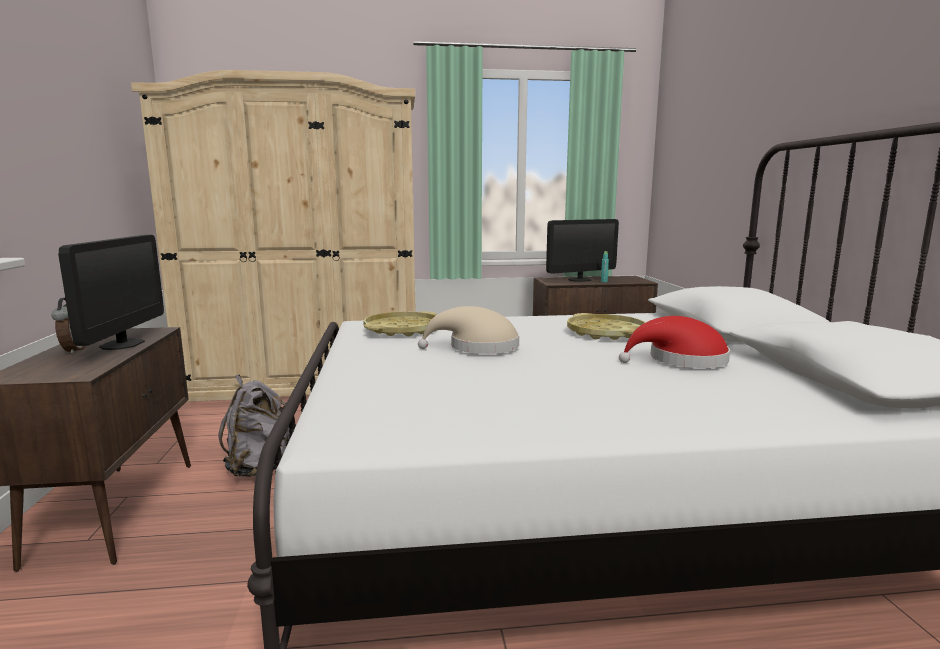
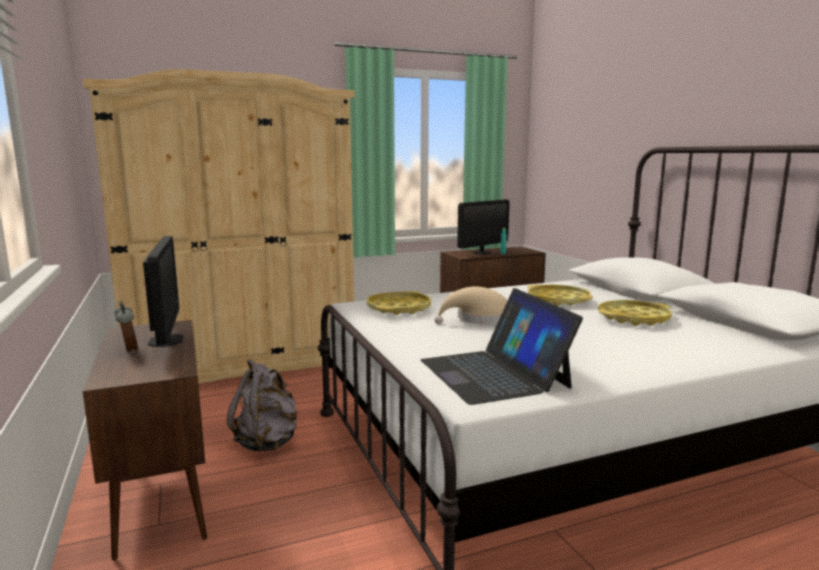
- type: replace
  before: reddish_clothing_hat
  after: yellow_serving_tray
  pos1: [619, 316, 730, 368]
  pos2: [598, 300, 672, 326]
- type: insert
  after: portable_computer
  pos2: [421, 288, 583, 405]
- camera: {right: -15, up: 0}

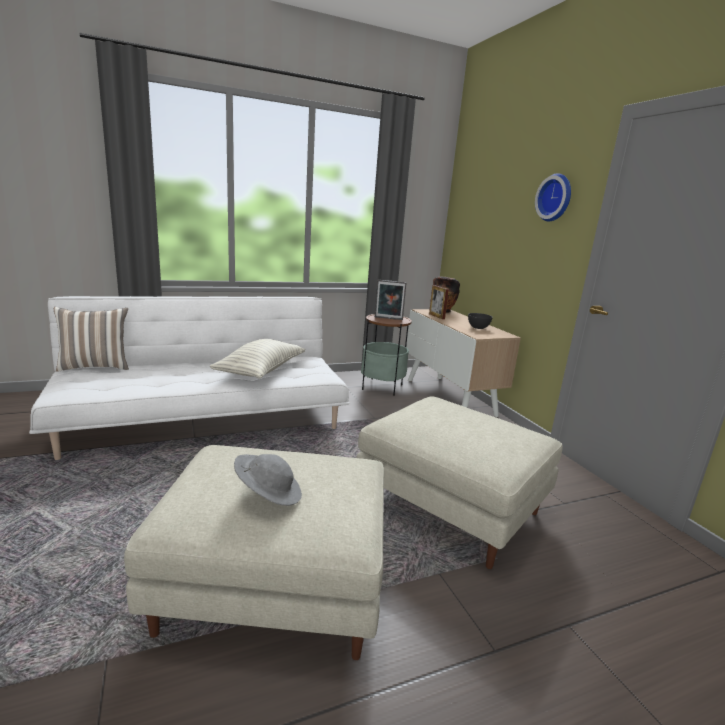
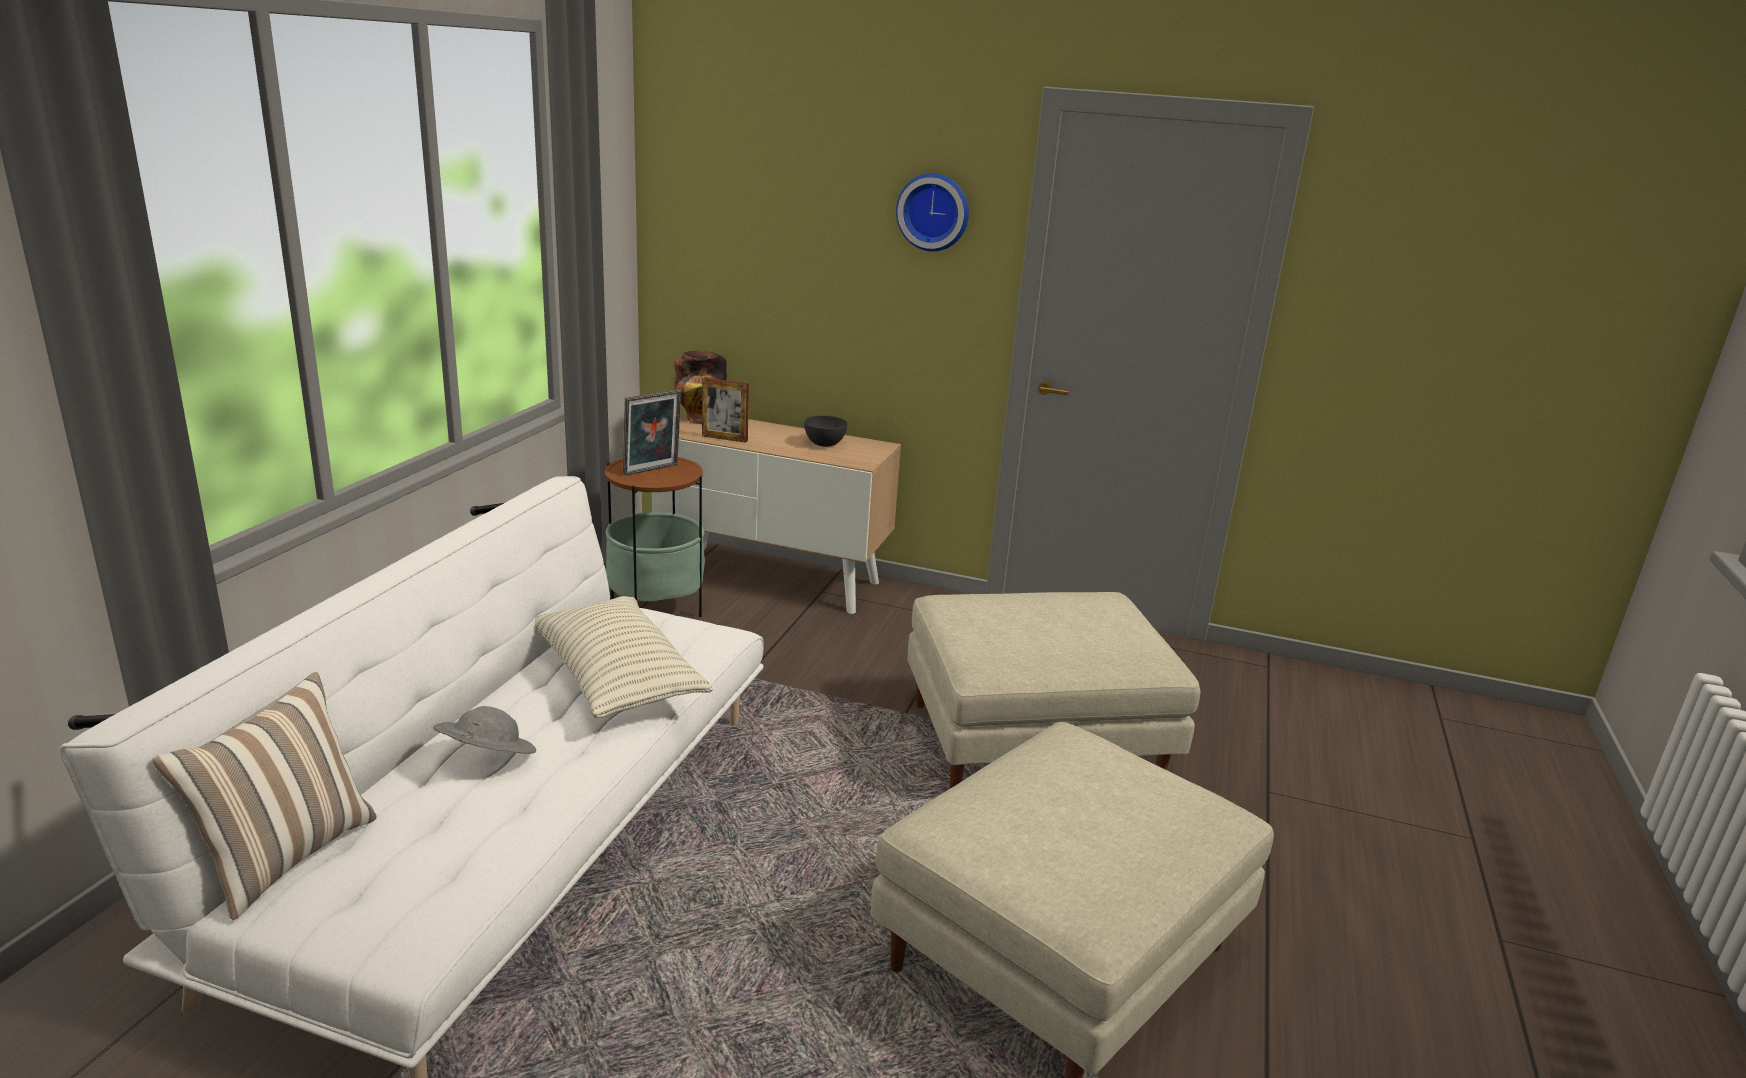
- type: move
  before: grey_clothing_hat
  pos1: [234, 454, 302, 506]
  pos2: [433, 706, 536, 754]
- camera: {right: -50, up: 5}

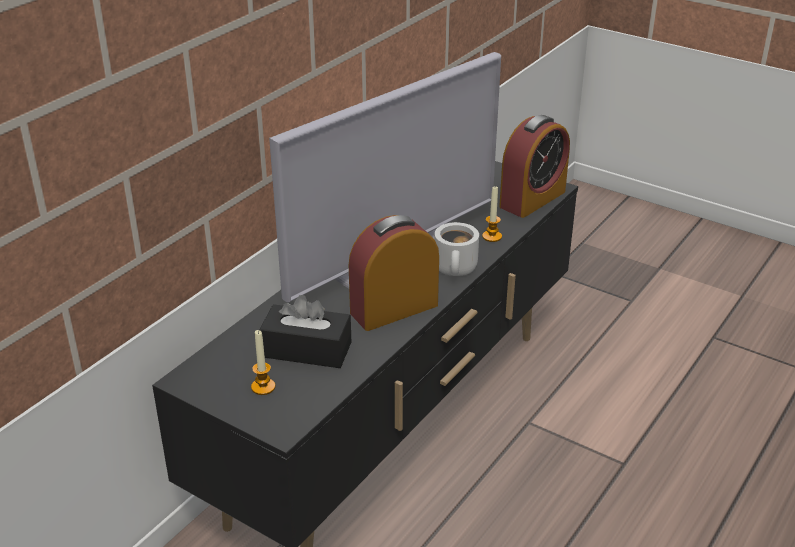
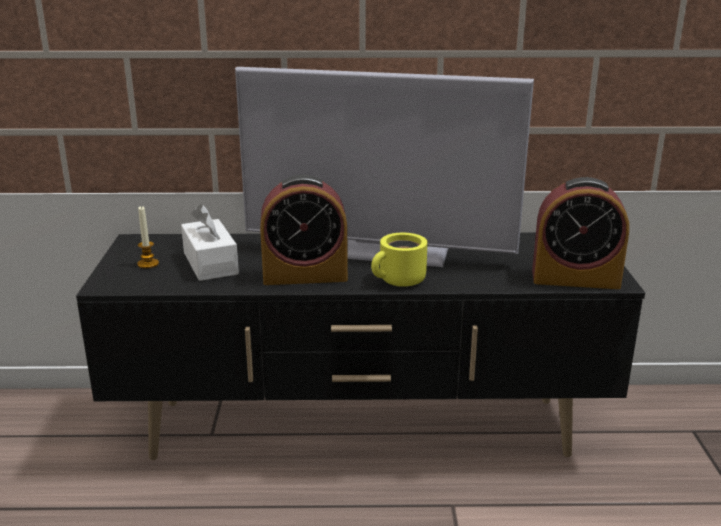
- type: recolor
  before: black_box_of_tissues
  after: white_box_of_tissues
  pos1: [259, 295, 351, 368]
  pos2: [181, 204, 239, 281]
- type: rotate
  before: bedside_clock
  pos1: [349, 215, 439, 331]
  pos2: [260, 175, 348, 285]
  turn: 150
- type: recolor
  before: white_mug
  after: yellow_mug
  pos1: [434, 222, 479, 276]
  pos2: [371, 233, 428, 287]
- type: delete
  before: wax_light
  pos1: [482, 186, 502, 242]
- camera: {right: 55, up: -10}

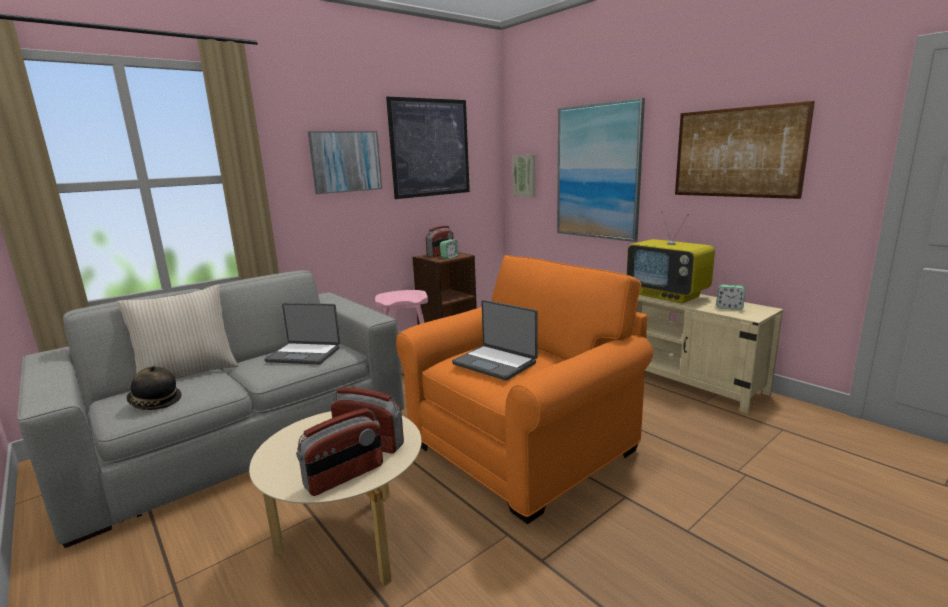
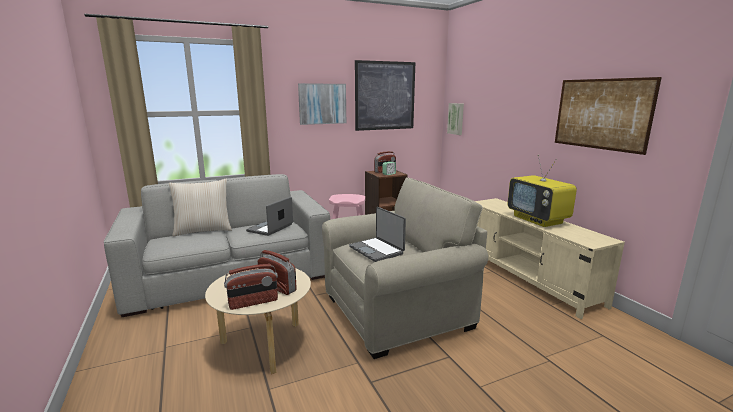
- type: delete
  before: clothing_hat
  pos1: [126, 366, 182, 410]
- type: rotate
  before: portable_computer
  pos1: [264, 303, 340, 364]
  pos2: [246, 197, 293, 236]
  turn: 90
- type: recolor
  before: orange-coloured_easy_chair
  after: sand-coloured_easy_chair
  pos1: [396, 255, 653, 524]
  pos2: [322, 177, 489, 359]
- type: delete
  before: wall_art
  pos1: [557, 98, 645, 242]
- type: delete
  before: bedside_clock
  pos1: [716, 285, 745, 310]
- camera: {right: 15, up: 0}

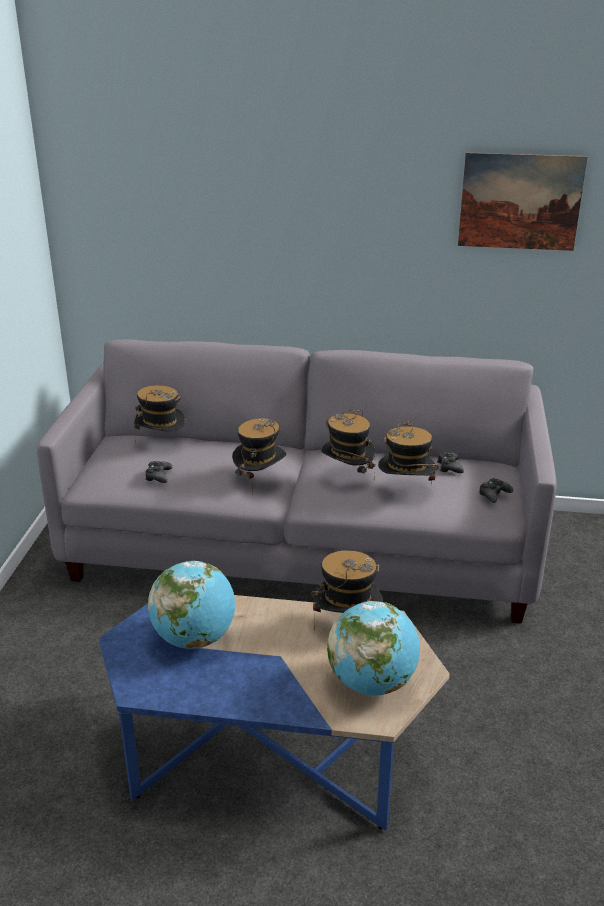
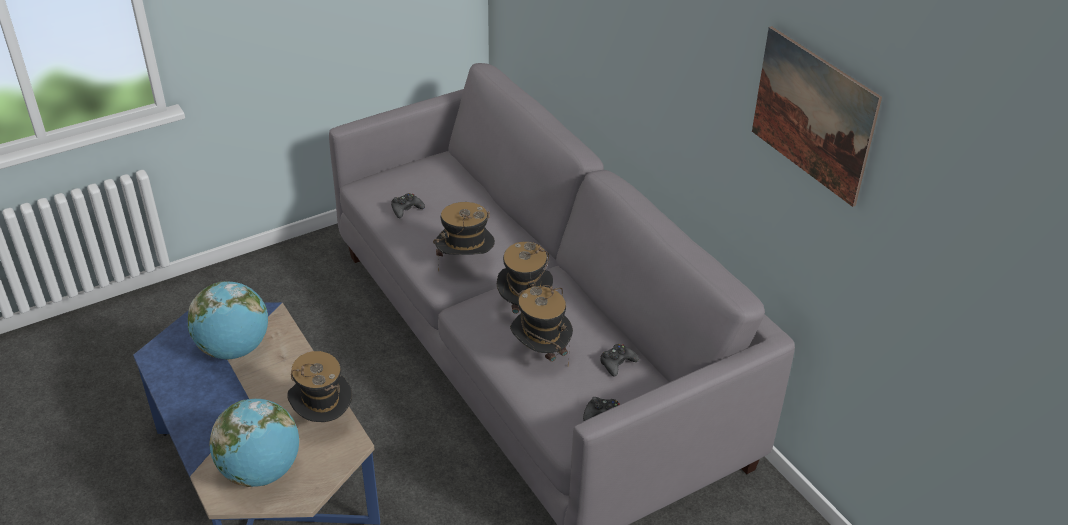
- type: delete
  before: clothing_hat
  pos1: [134, 385, 185, 443]
- camera: {right: 50, up: 10}

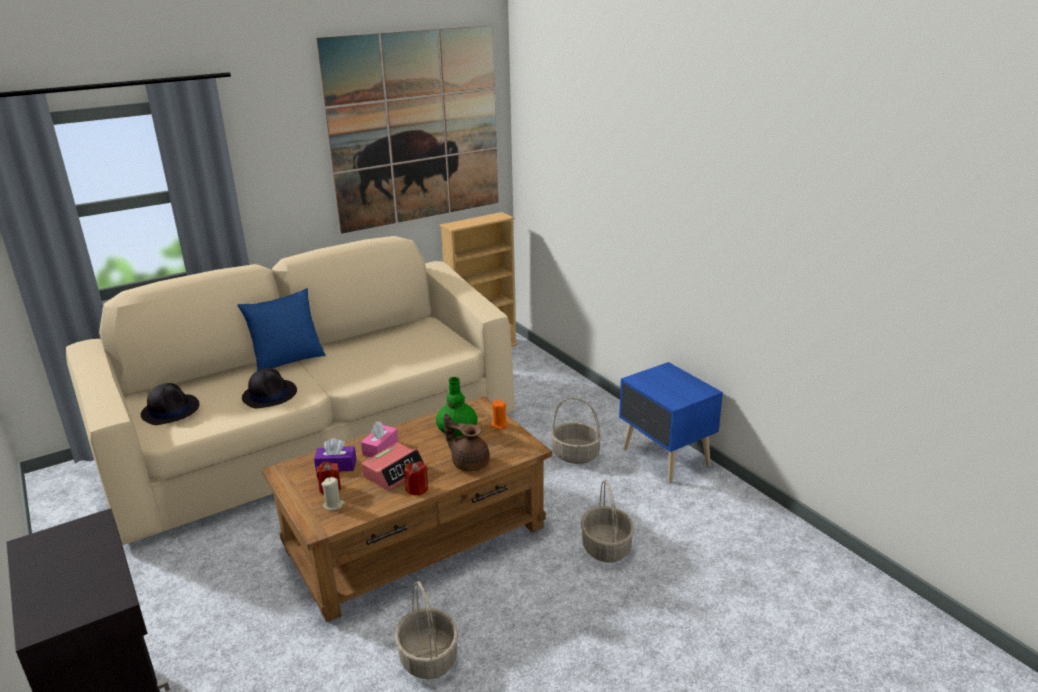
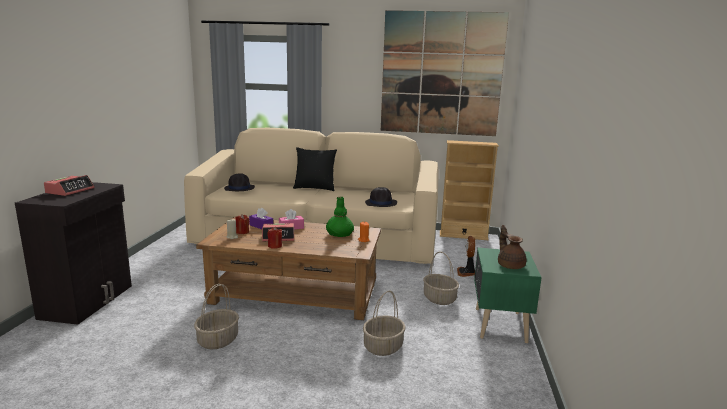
- type: recolor
  before: bluish_cushion
  after: black_cushion
  pos1: [237, 288, 325, 372]
  pos2: [293, 147, 337, 191]
- type: move
  before: black_clothing_hat
  pos1: [242, 368, 297, 408]
  pos2: [365, 187, 397, 207]
- type: move
  before: brownish_tea_pot
  pos1: [444, 414, 490, 472]
  pos2: [498, 225, 526, 269]
- type: recolor
  before: bluish_night_table
  after: green_night_table
  pos1: [619, 362, 723, 483]
  pos2: [474, 248, 542, 343]
- type: insert
  after: bedside_clock
  pos2: [44, 175, 94, 196]
- type: insert
  after: fan
  pos2: [457, 236, 475, 277]
- camera: {right: 40, up: -10}

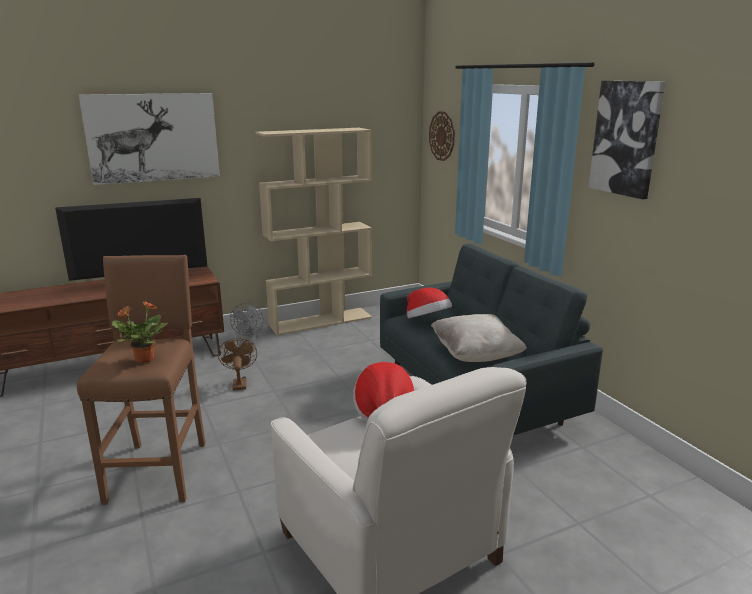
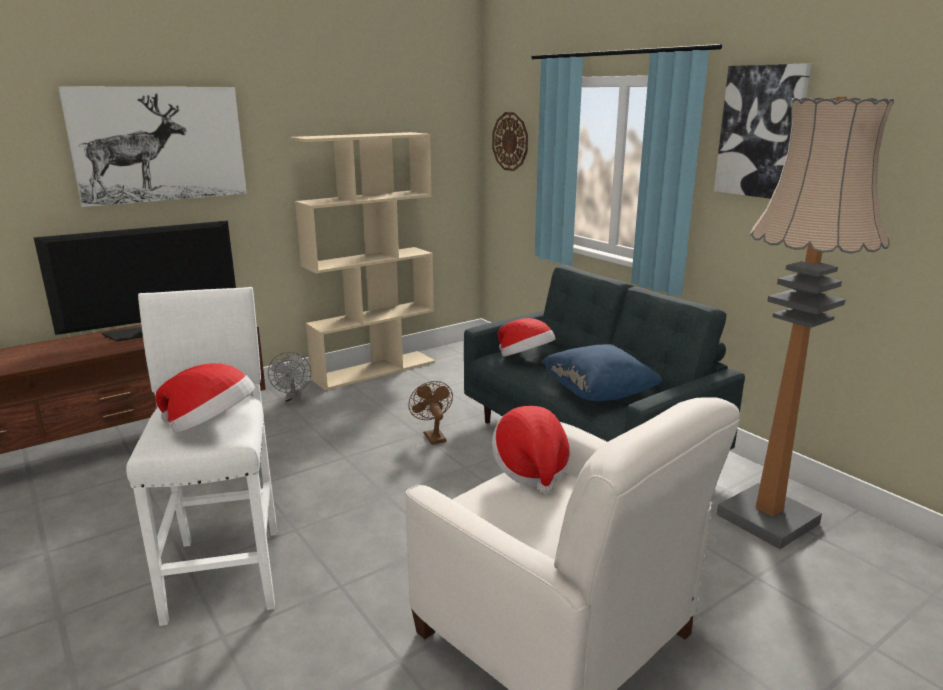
- type: recolor
  before: brownish_stool
  after: white_stool
  pos1: [77, 255, 205, 505]
  pos2: [126, 287, 277, 626]
- type: replace
  before: houseplant
  after: clothing_hat
  pos1: [112, 301, 168, 363]
  pos2: [155, 363, 255, 433]
- type: move
  before: brownish_fan
  pos1: [218, 338, 257, 391]
  pos2: [408, 381, 453, 445]
- type: recolor
  before: sand-coloured_cushion
  after: bluish_cushion
  pos1: [431, 314, 527, 362]
  pos2: [541, 344, 663, 401]
- type: insert
  after: standing_lamp
  pos2: [717, 97, 894, 549]
- camera: {right: -10, up: 0}

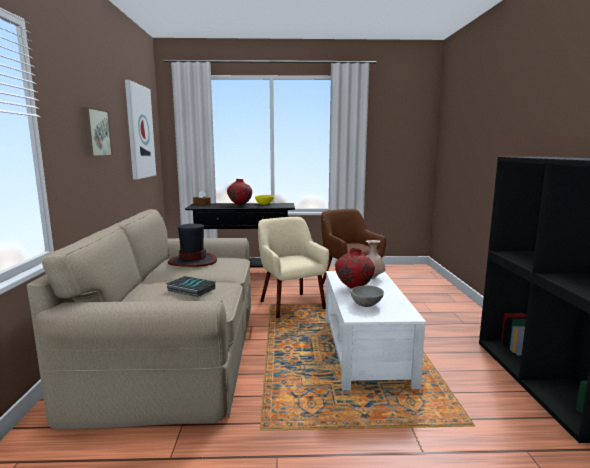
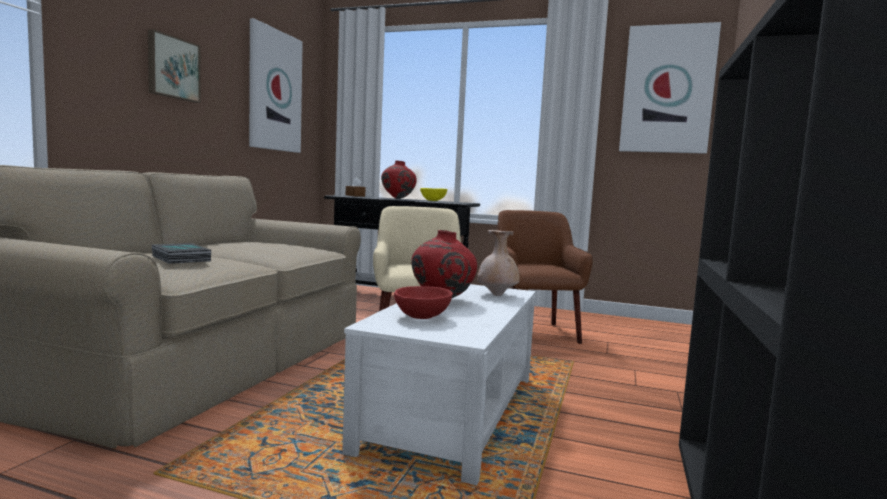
- type: delete
  before: clothing_hat
  pos1: [168, 224, 217, 267]
- type: recolor
  before: grey_deep_dish
  after: reddish_deep_dish
  pos1: [351, 285, 384, 307]
  pos2: [394, 286, 453, 319]
- type: insert
  after: wall_art
  pos2: [619, 22, 721, 154]
- camera: {right: 20, up: -5}

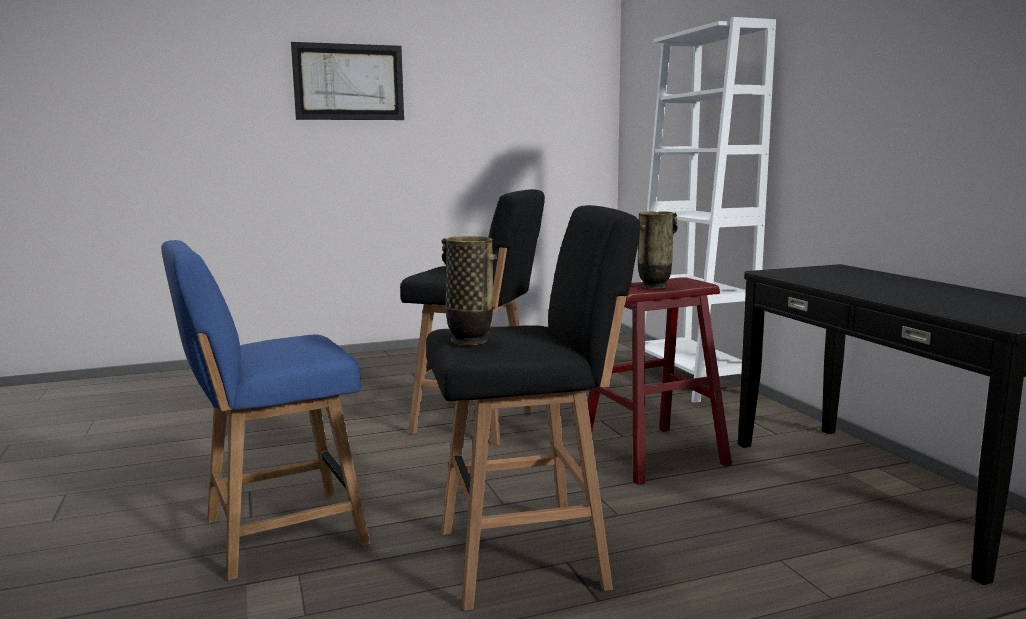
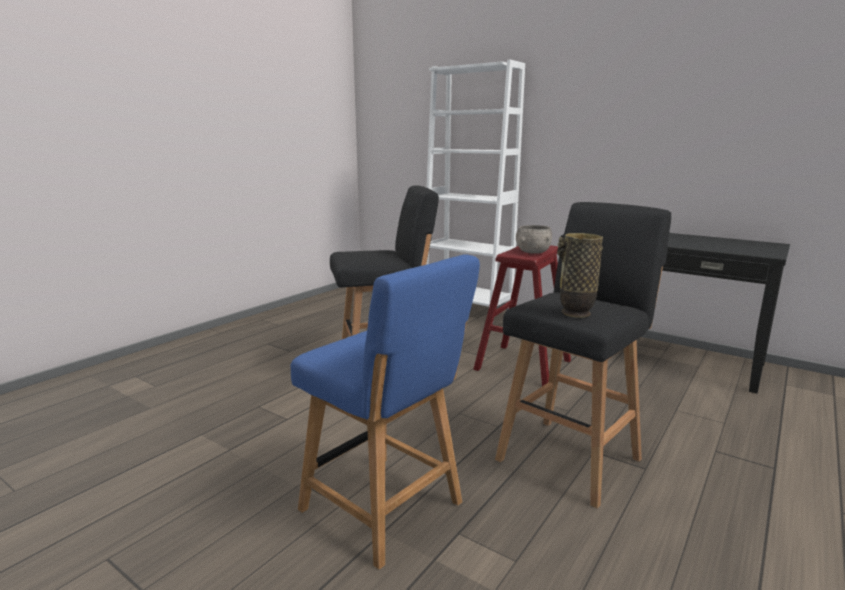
- type: rotate
  before: bluish_plain_chair
  pos1: [161, 240, 370, 581]
  pos2: [291, 254, 480, 570]
  turn: -75
- type: delete
  before: wall_art
  pos1: [291, 42, 404, 120]
- type: replace
  before: decorative_vase
  after: grey_deep_dish
  pos1: [638, 211, 678, 289]
  pos2: [516, 225, 552, 254]
- camera: {right: -35, up: 5}

